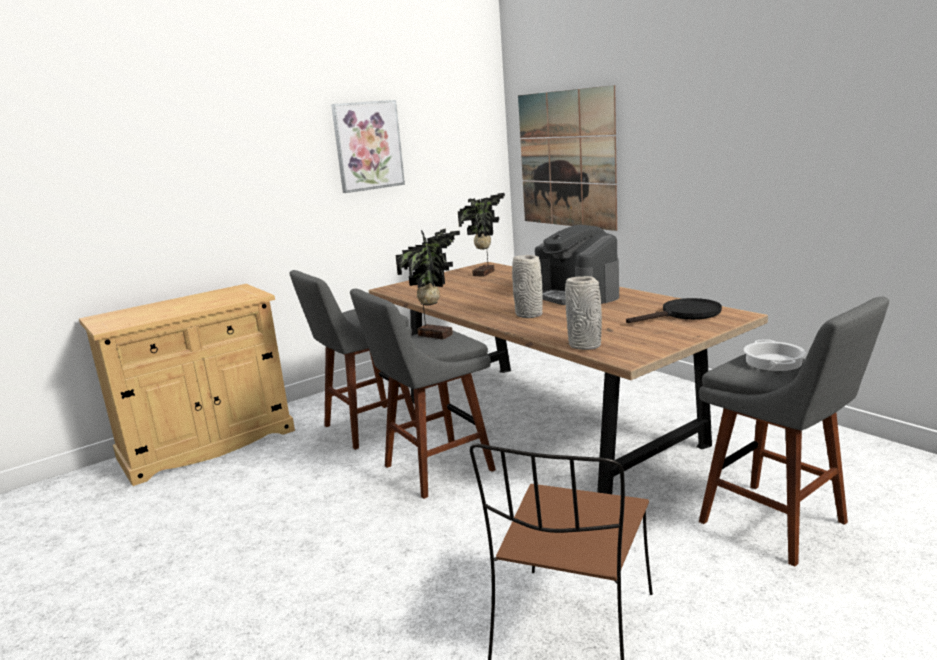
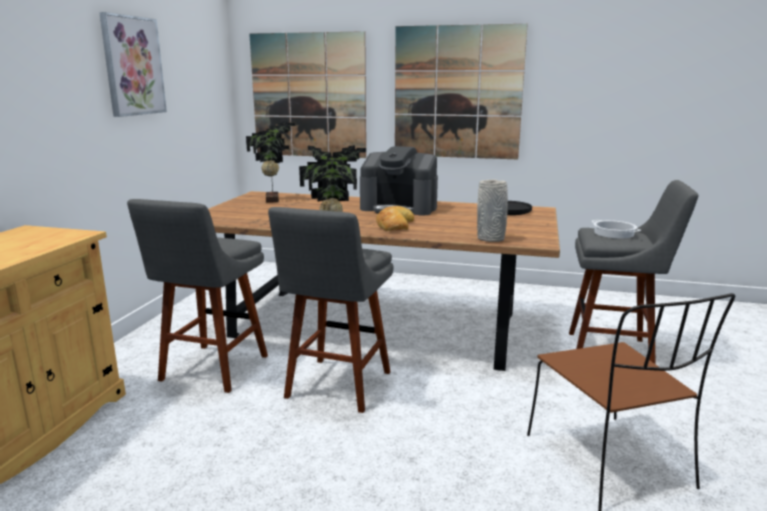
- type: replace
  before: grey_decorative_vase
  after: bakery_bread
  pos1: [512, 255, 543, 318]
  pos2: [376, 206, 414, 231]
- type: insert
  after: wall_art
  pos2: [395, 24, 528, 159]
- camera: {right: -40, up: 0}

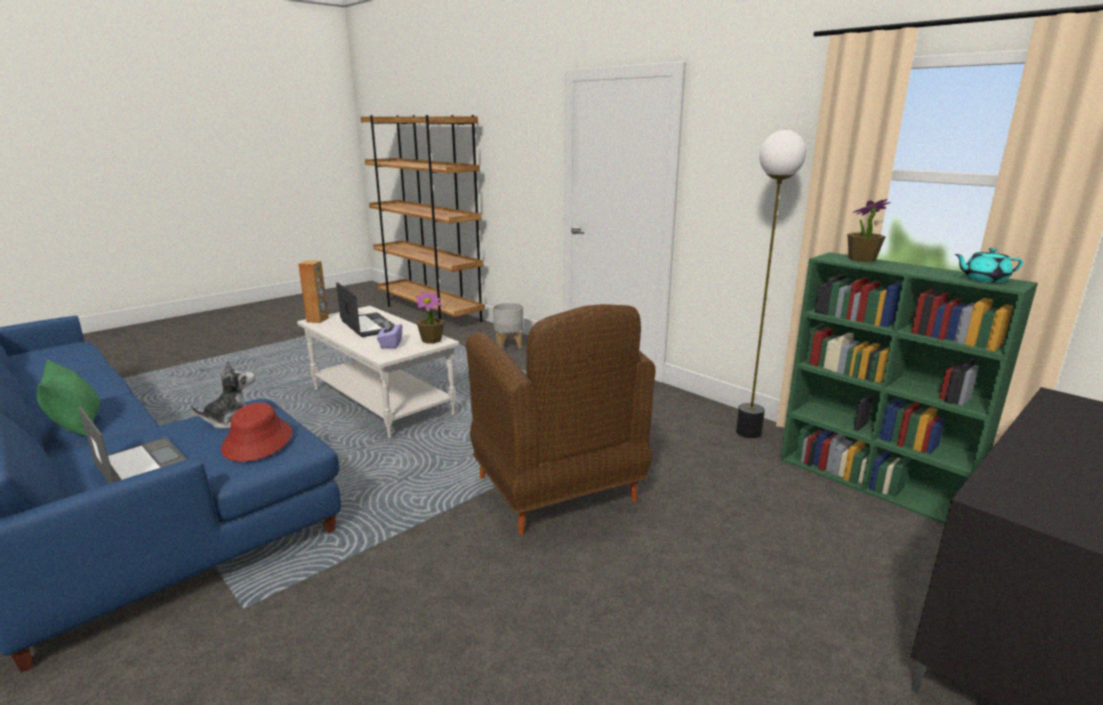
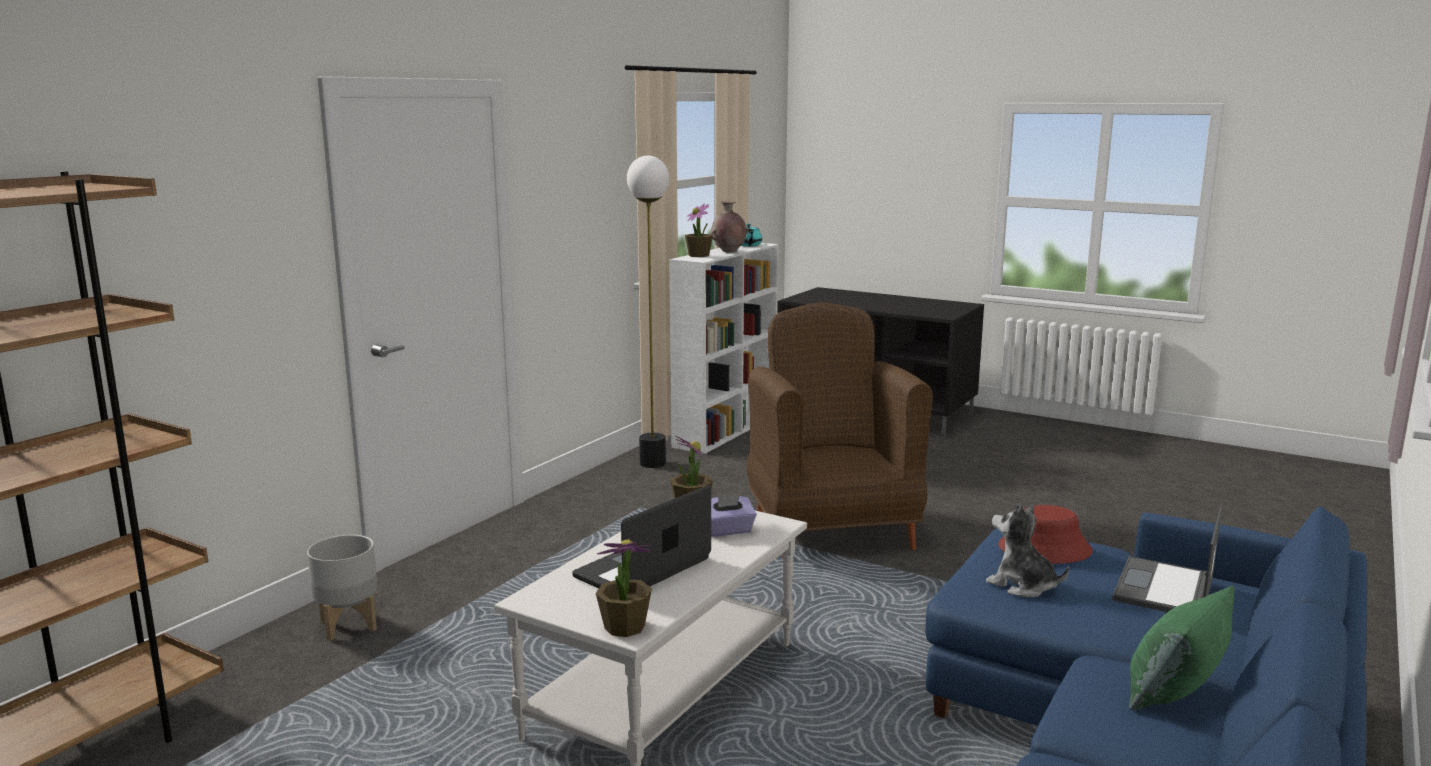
- type: replace
  before: brownish_speaker
  after: houseplant
  pos1: [298, 260, 329, 323]
  pos2: [596, 539, 652, 637]
- type: rotate
  before: brownish_easy_chair
  pos1: [466, 304, 656, 535]
  pos2: [746, 303, 933, 559]
  turn: -60
- type: recolor
  before: green_shelving_unit
  after: white_shelving_unit
  pos1: [780, 252, 1038, 524]
  pos2: [669, 243, 779, 454]
- type: insert
  after: brownish_decorative_vase
  pos2: [710, 201, 748, 252]
- camera: {right: -105, up: -5}

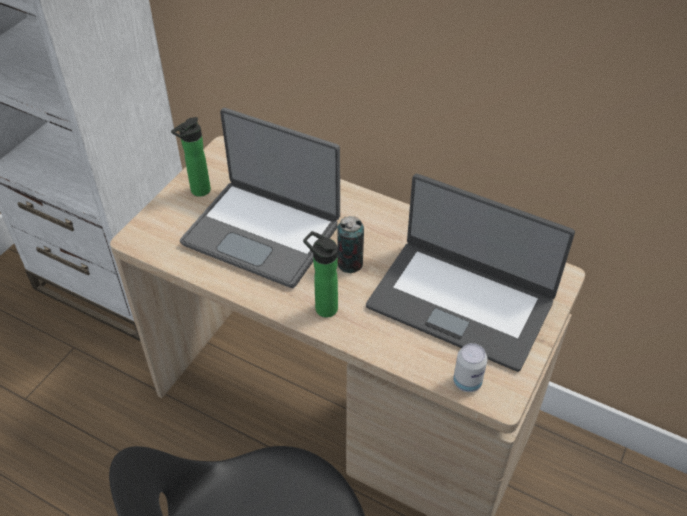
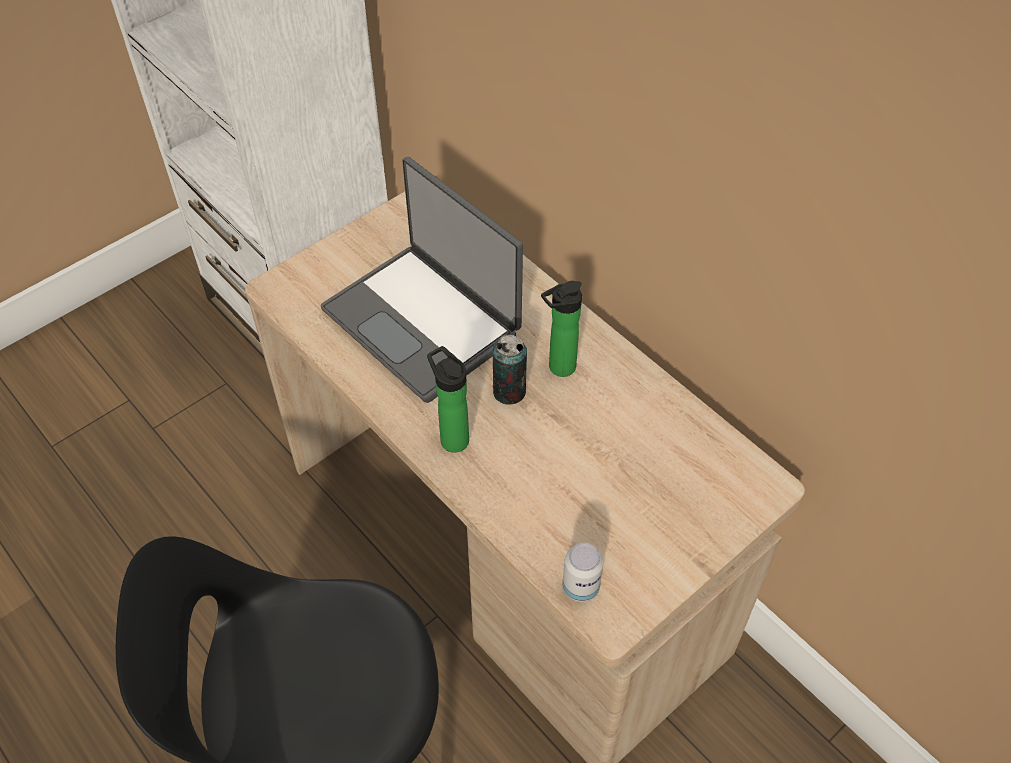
- type: move
  before: beverage_bottle
  pos1: [171, 117, 211, 197]
  pos2: [541, 281, 582, 377]
- type: delete
  before: portable_computer
  pos1: [366, 174, 575, 372]
- camera: {right: 20, up: 5}

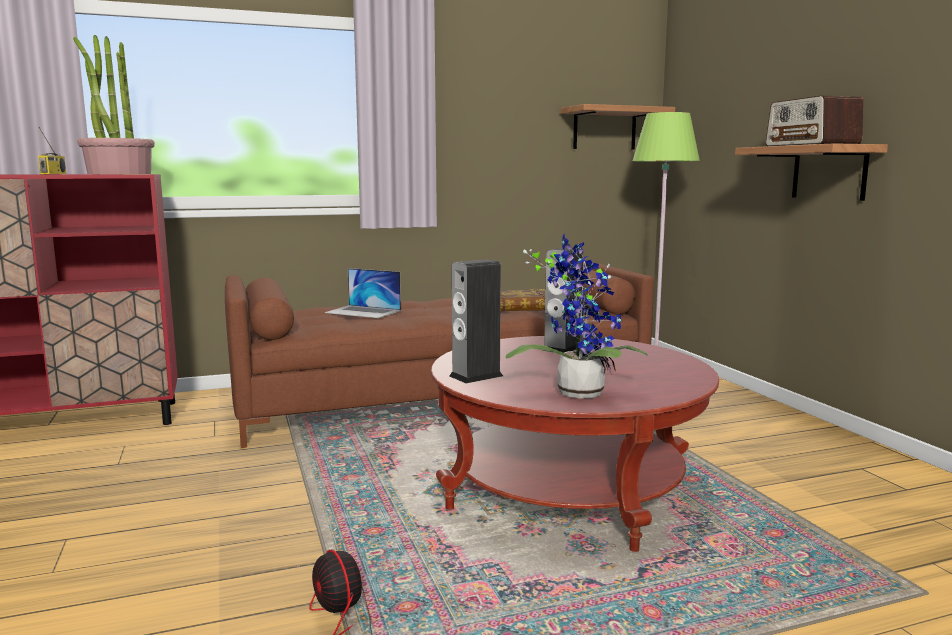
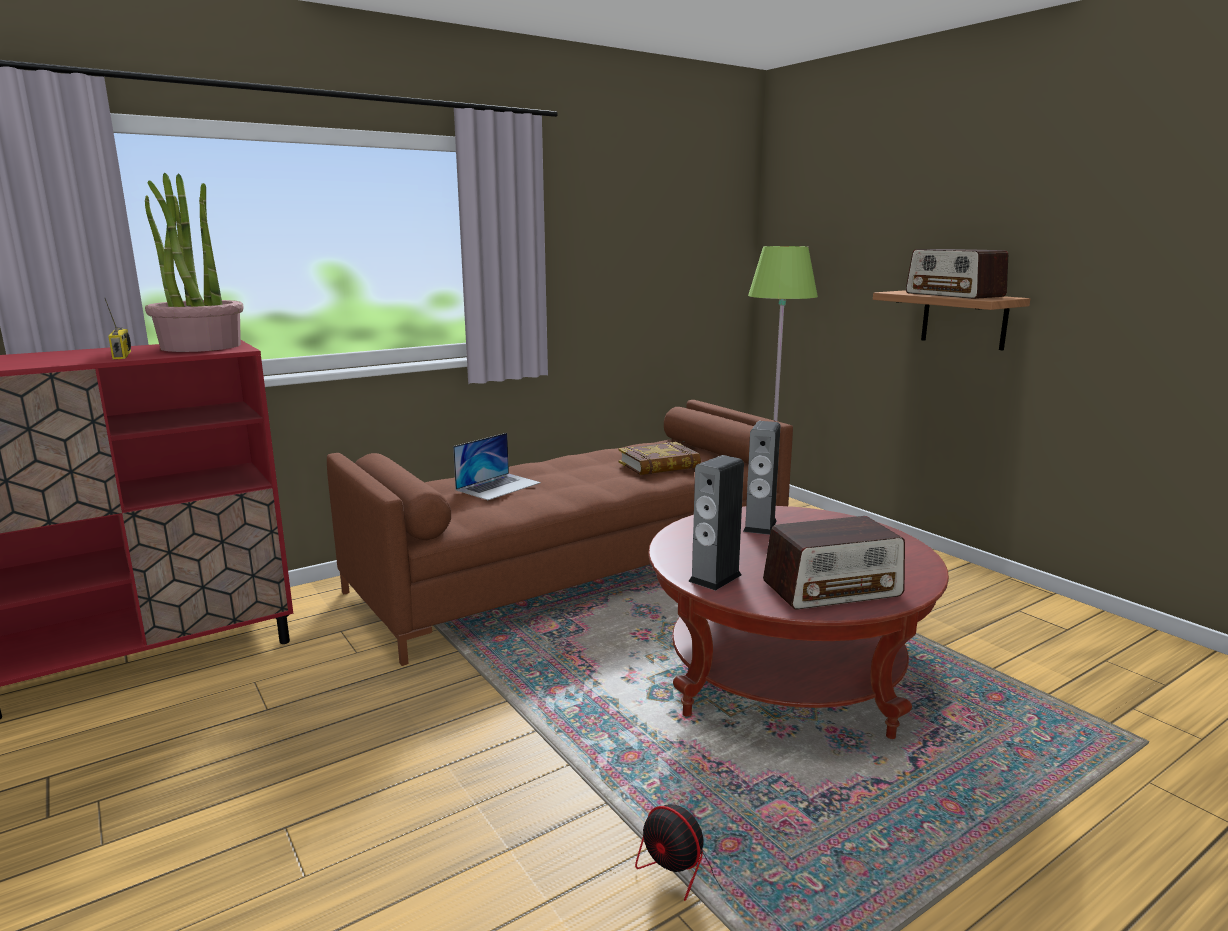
- type: rotate
  before: portable_computer
  pos1: [325, 268, 401, 318]
  pos2: [453, 433, 541, 500]
  turn: -60
- type: replace
  before: houseplant
  after: radio_set
  pos1: [506, 234, 648, 399]
  pos2: [763, 516, 905, 610]
- type: delete
  before: bracket_shelf
  pos1: [561, 104, 675, 150]
- camera: {right: -15, up: 5}

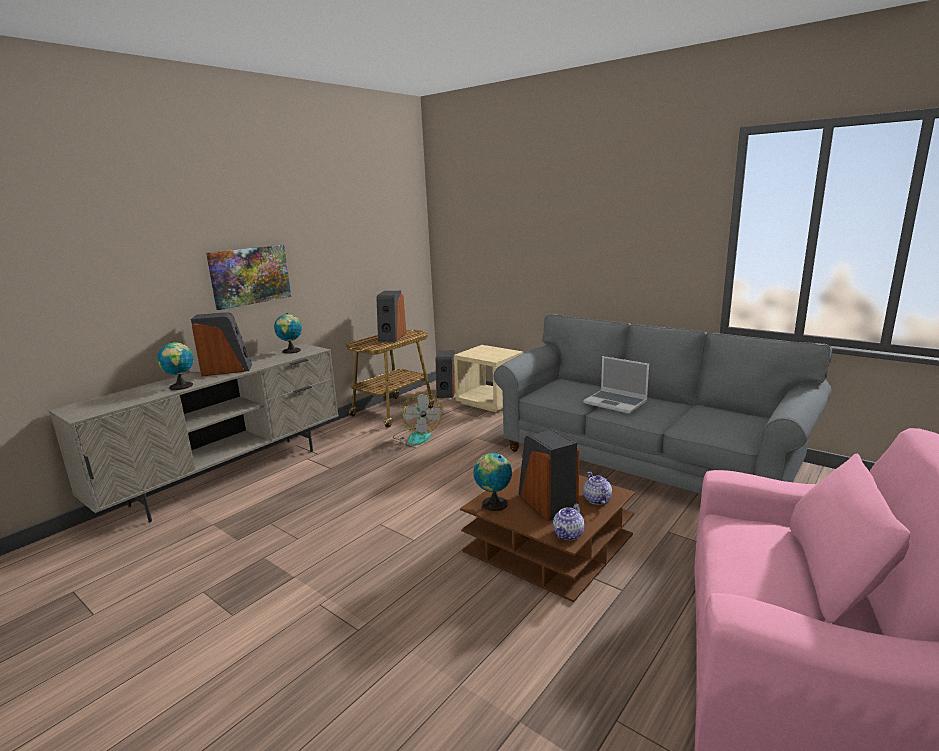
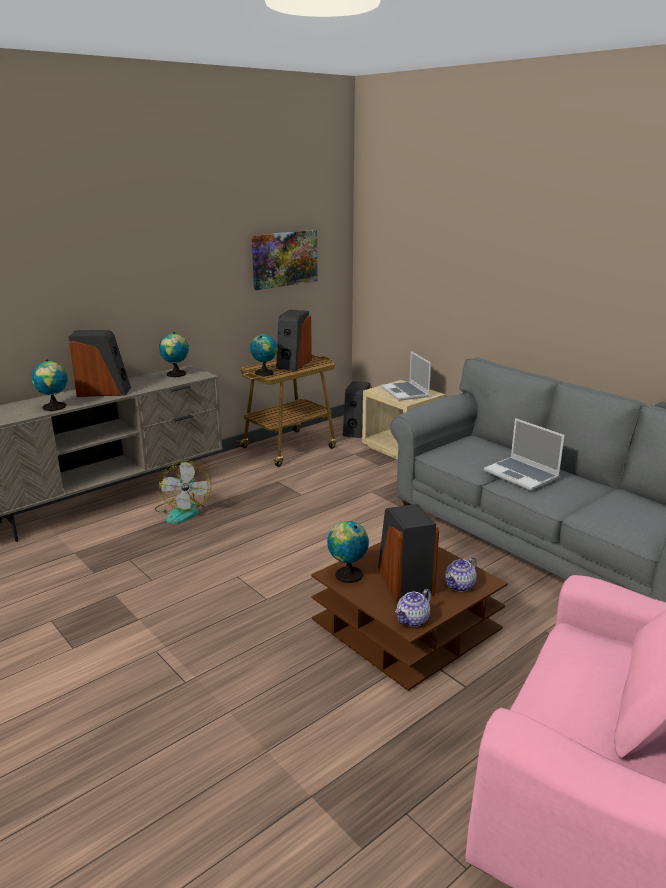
- type: move
  before: wall_art
  pos1: [206, 245, 291, 310]
  pos2: [252, 230, 317, 290]
- type: move
  before: fan
  pos1: [393, 393, 442, 446]
  pos2: [155, 461, 211, 524]
- type: rotate
  before: tea_pot
  pos1: [583, 472, 612, 505]
  pos2: [445, 557, 477, 592]
  turn: -135
- type: insert
  after: desk_globe
  pos2: [250, 334, 278, 376]
- type: insert
  after: portable_computer
  pos2: [381, 351, 431, 401]
- camera: {right: 10, up: 5}

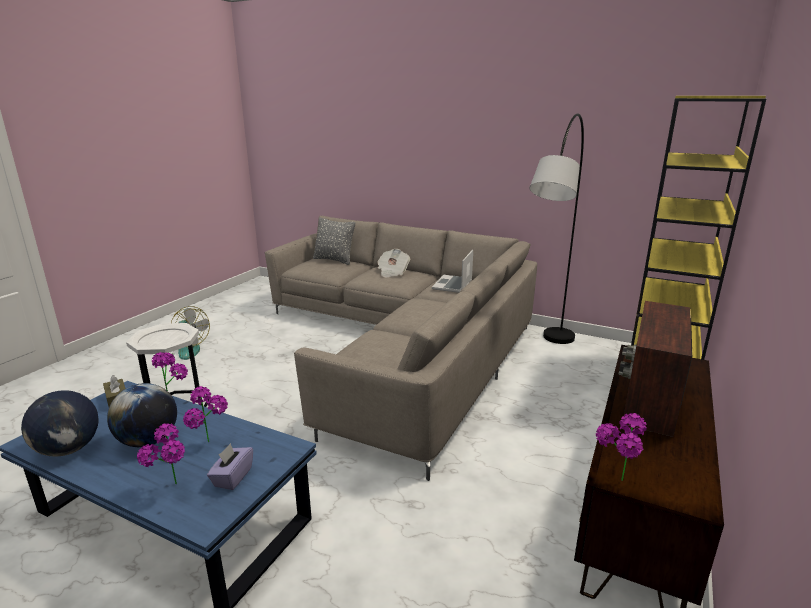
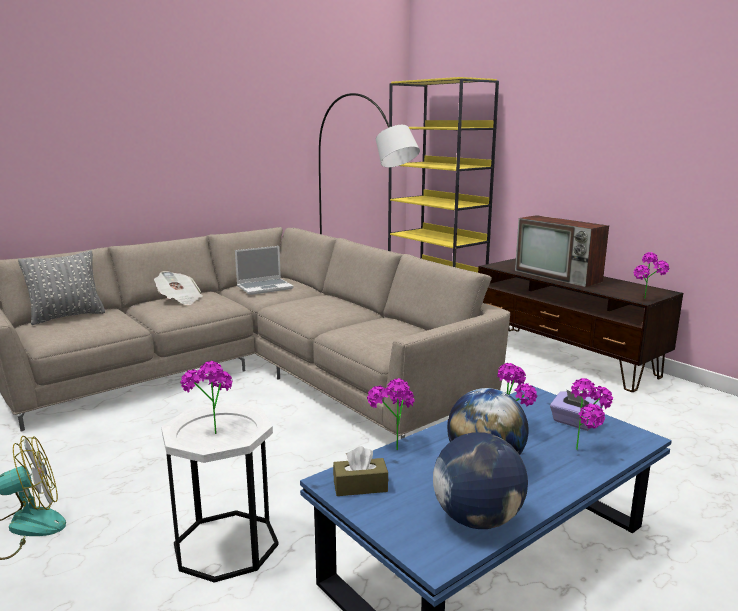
- type: rotate
  before: portable_computer
  pos1: [432, 250, 473, 293]
  pos2: [235, 246, 294, 295]
  turn: -75
- type: insert
  after: houseplant
  pos2: [180, 361, 233, 434]
- camera: {right: -65, up: -5}

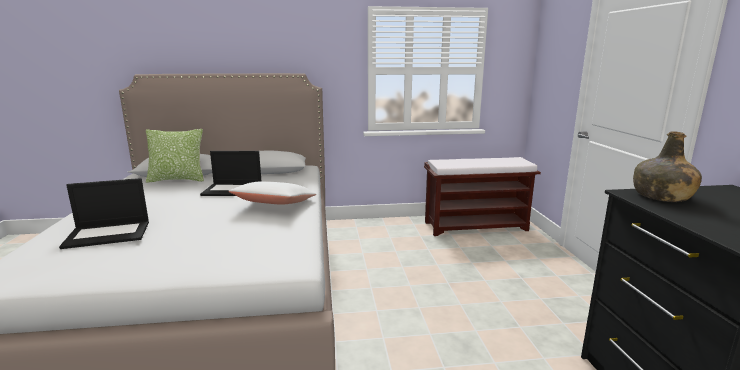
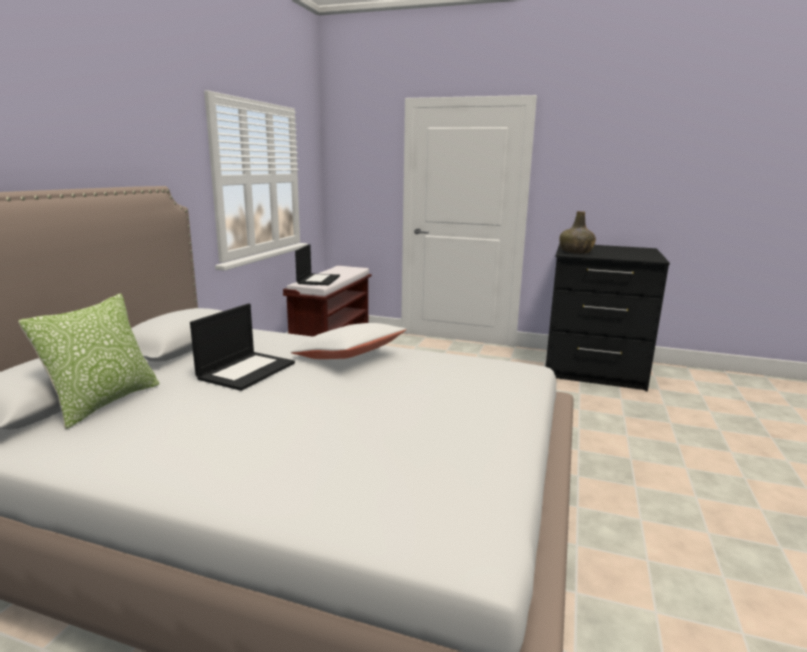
- type: move
  before: portable_computer
  pos1: [59, 178, 149, 249]
  pos2: [295, 244, 340, 285]
- camera: {right: -65, up: 0}

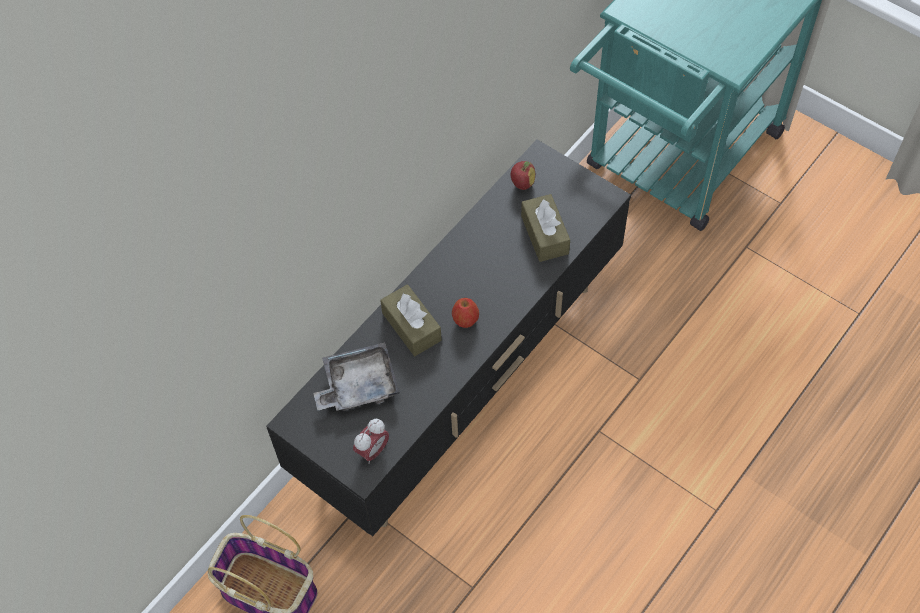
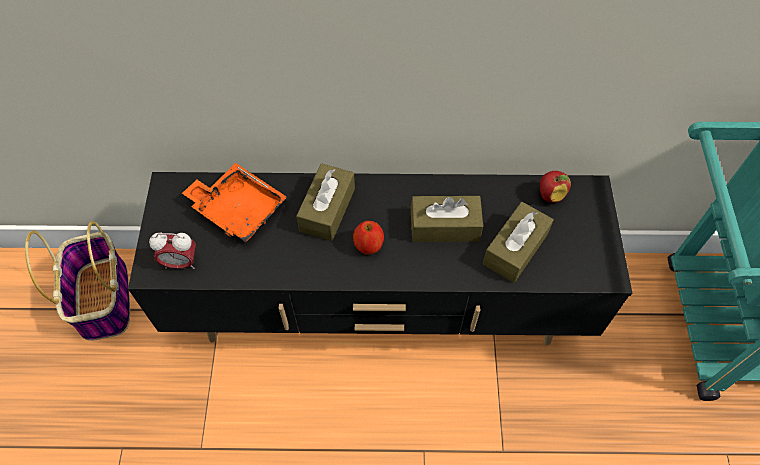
- type: recolor
  before: grey_serving_tray
  after: orange-coloured_serving_tray
  pos1: [313, 342, 400, 411]
  pos2: [182, 163, 287, 242]
- type: insert
  after: brownish_box_of_tissues
  pos2: [411, 196, 483, 242]
- camera: {right: 50, up: 0}

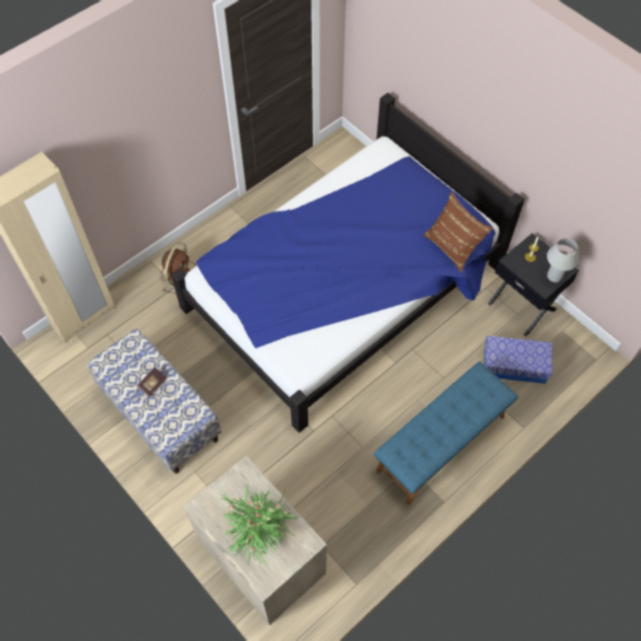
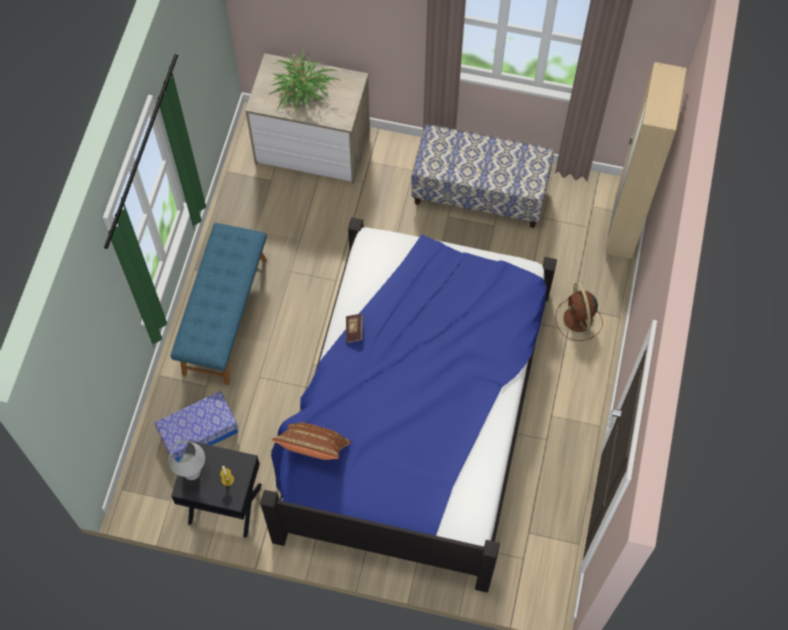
- type: move
  before: volume
  pos1: [137, 367, 167, 397]
  pos2: [346, 314, 363, 343]
- camera: {right: 145, up: 5}

